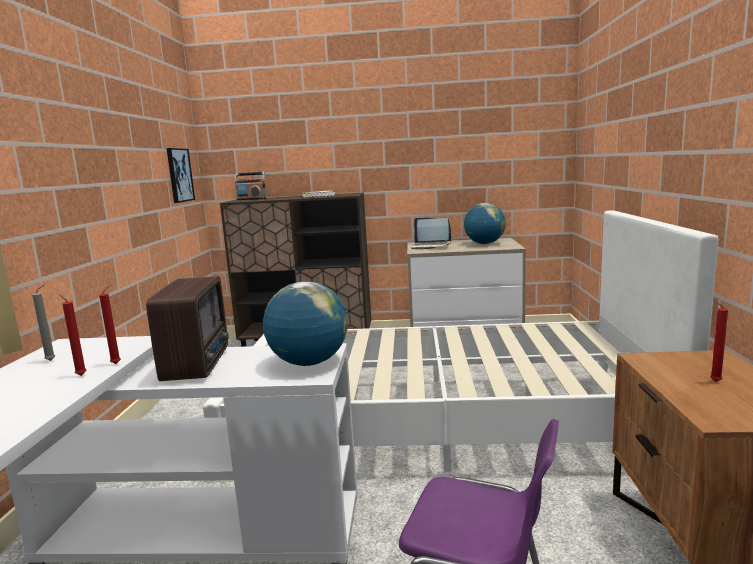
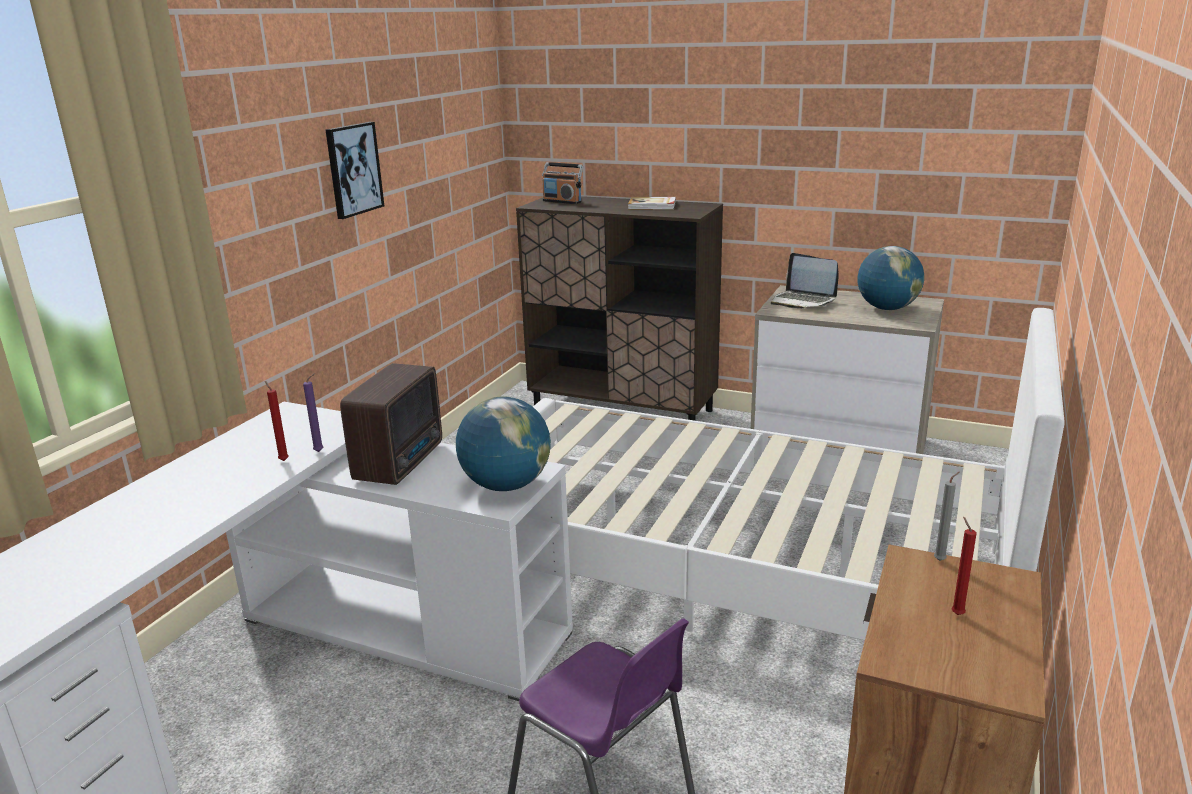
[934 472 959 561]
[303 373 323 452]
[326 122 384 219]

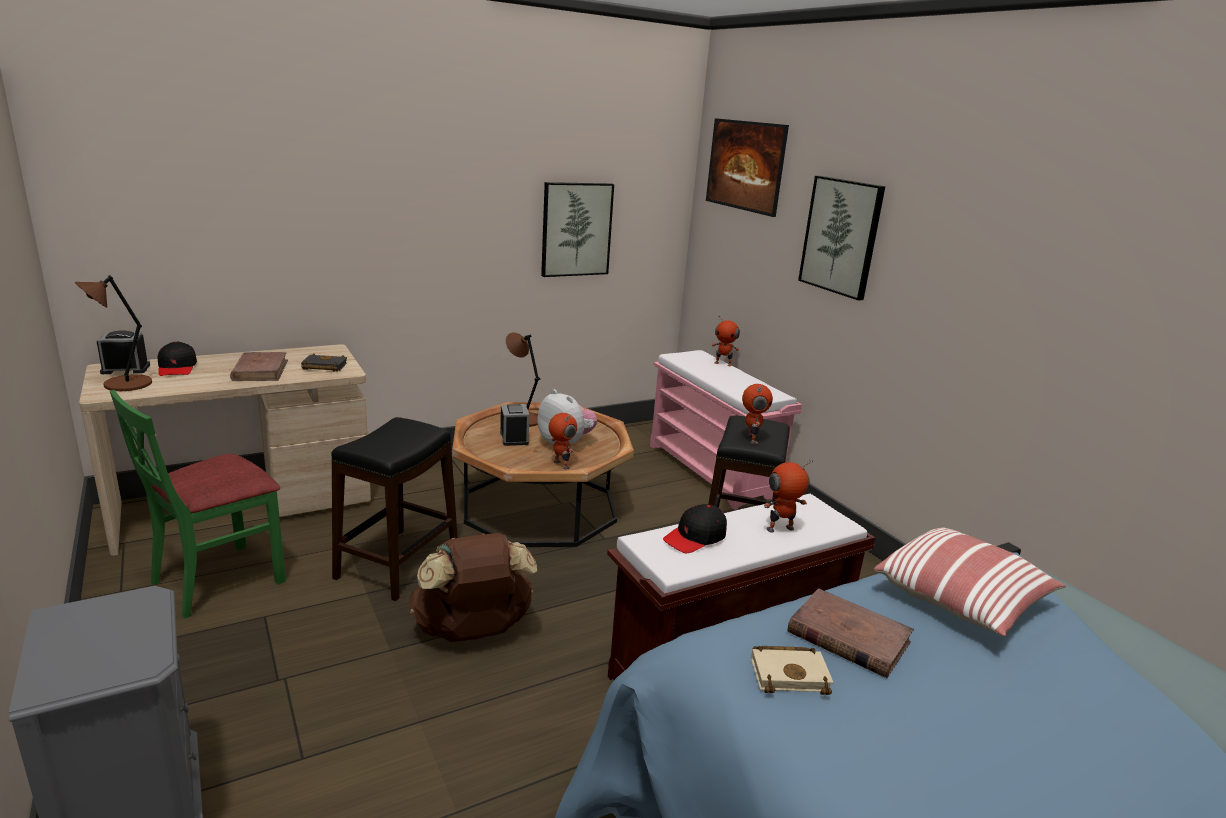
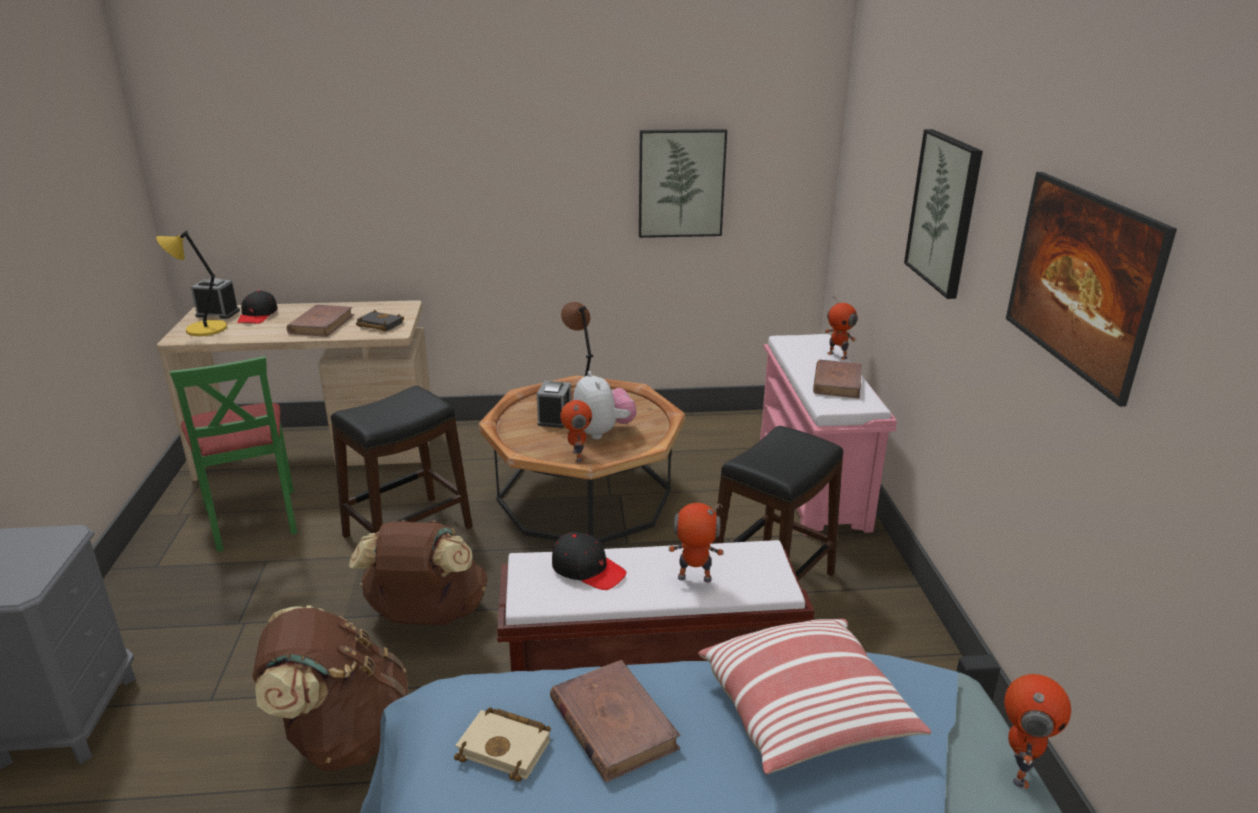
[156 230 227 336]
[170 356 297 552]
[552 532 626 590]
[1006 172 1177 407]
[1004 674 1071 788]
[252 605 408 771]
[813 360 862 399]

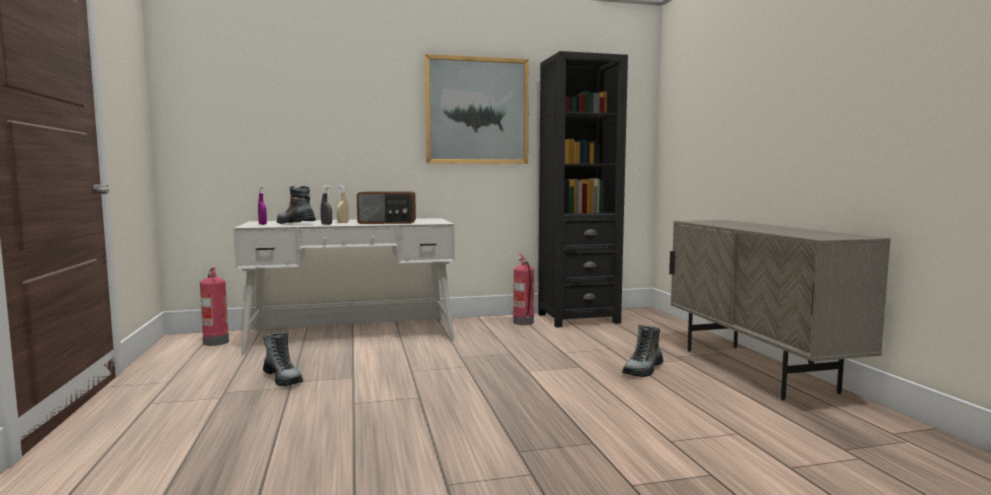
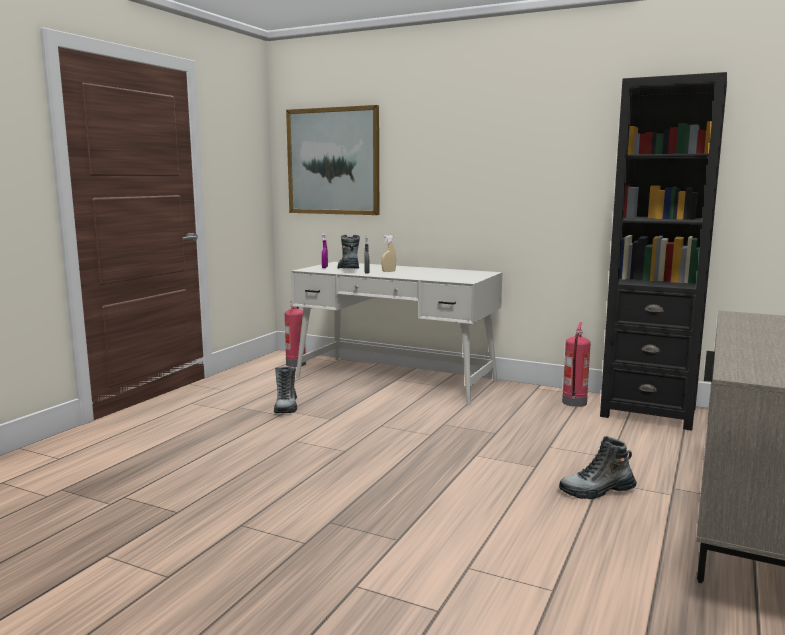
[357 192 416 224] (first image)
[286 105 379 215]

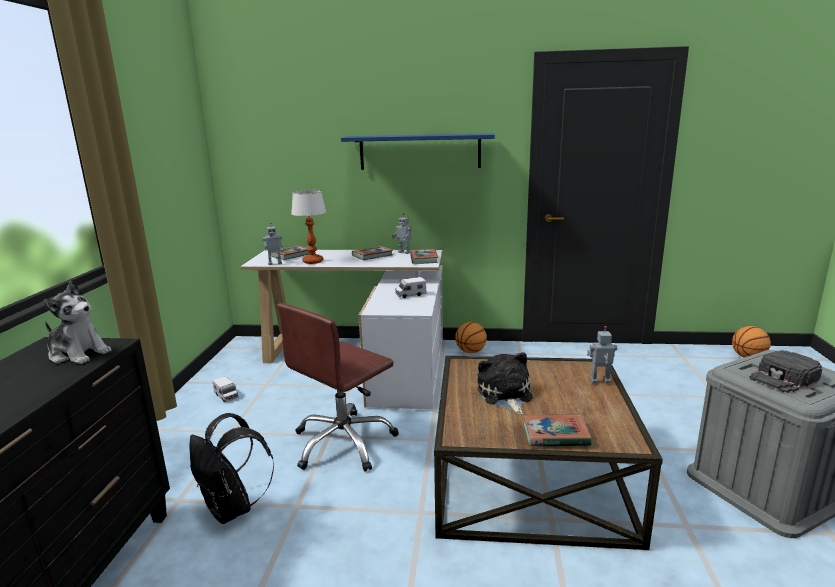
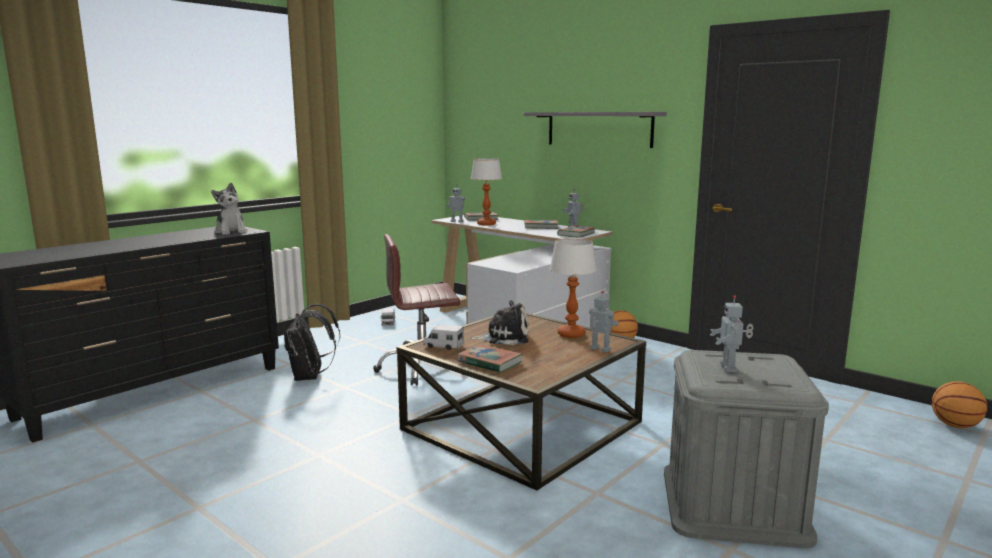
[524 112 667 148]
[423 324 464 350]
[470 300 529 345]
[710 295 753 372]
[550 239 597 338]

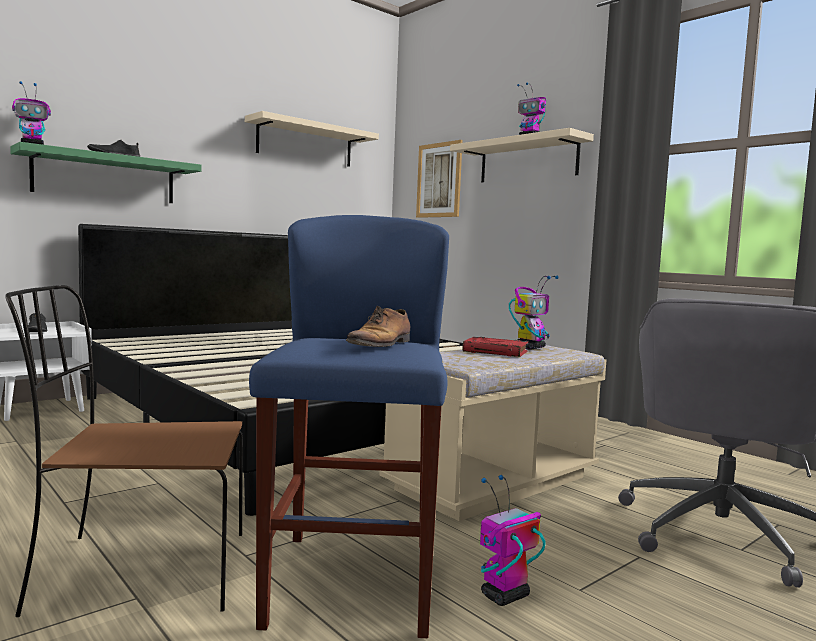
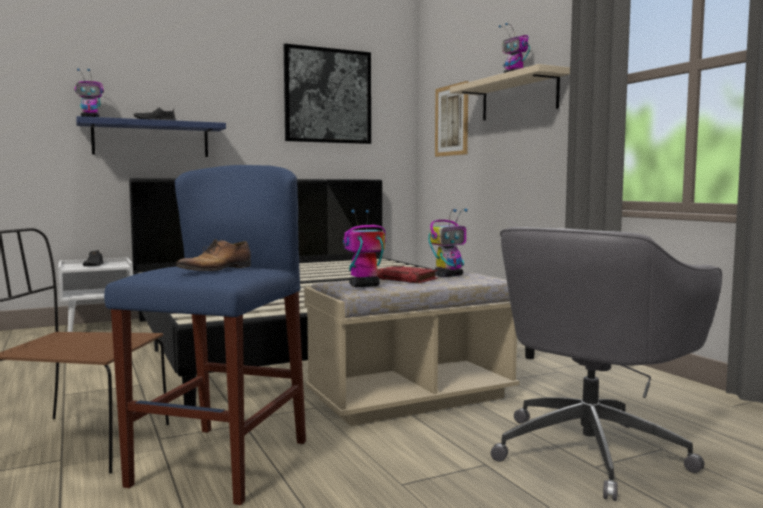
[76 116 226 157]
[284 44 371 144]
[343 210 386 287]

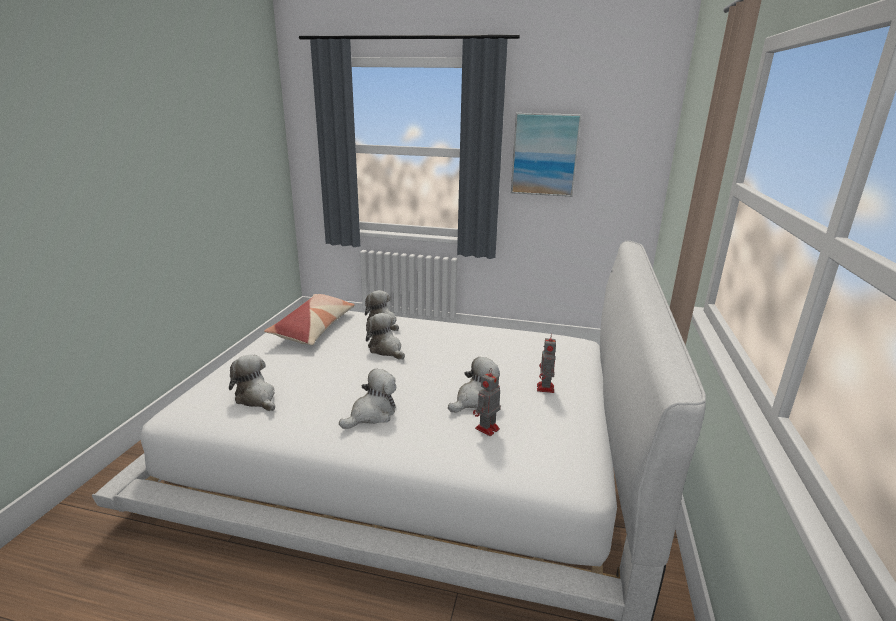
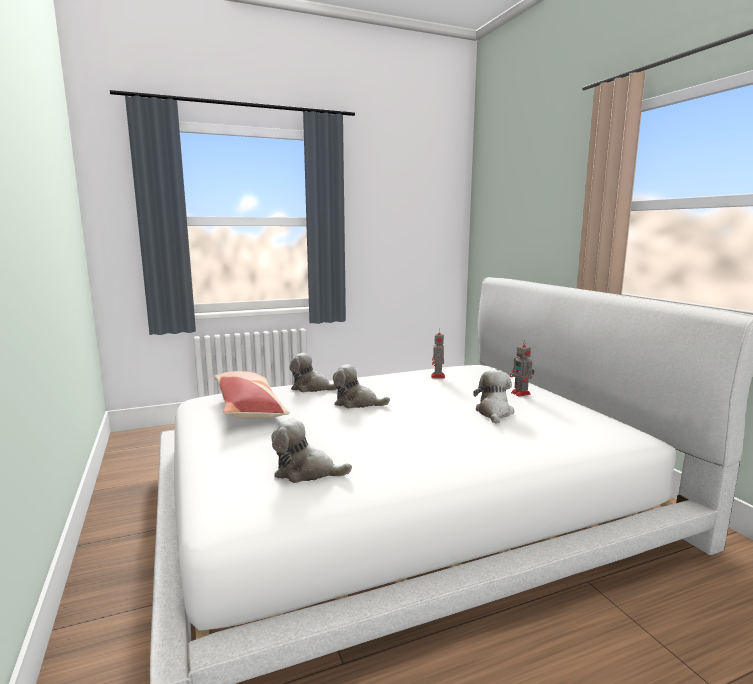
[339 369 396 429] (first image)
[431 328 445 379]
[511 113 582 197] (first image)

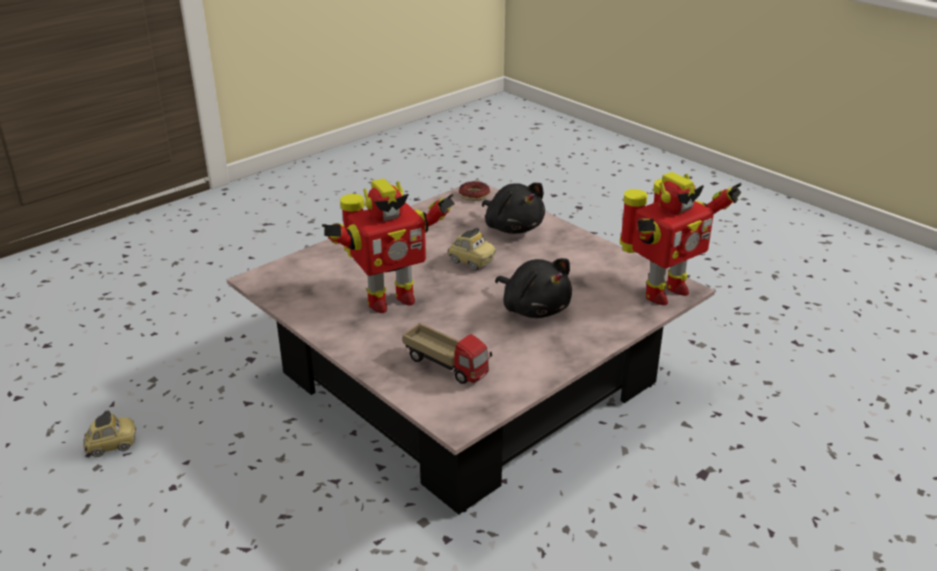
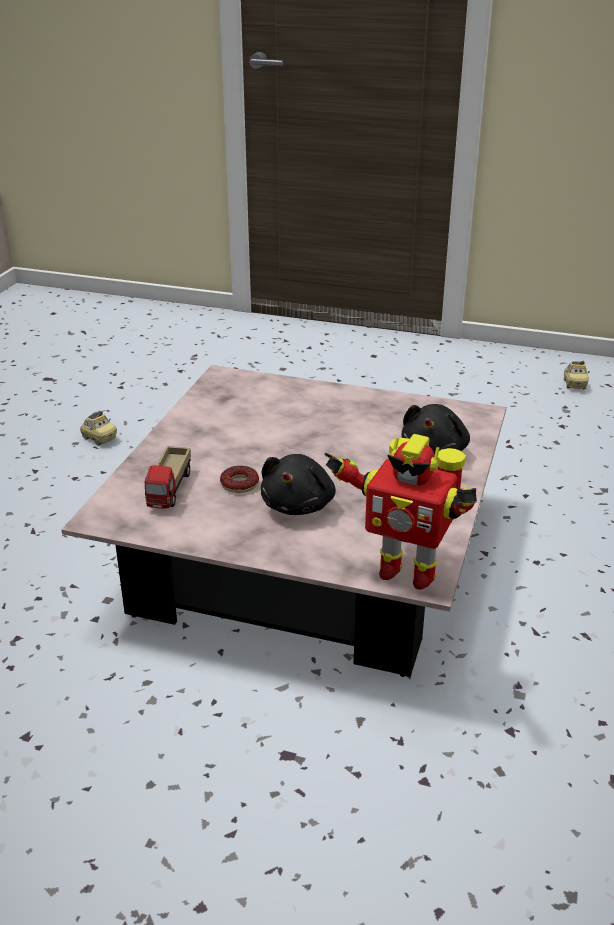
[322 179 455 313] (first image)
[564 361 590 389]
[220 466 259 493]

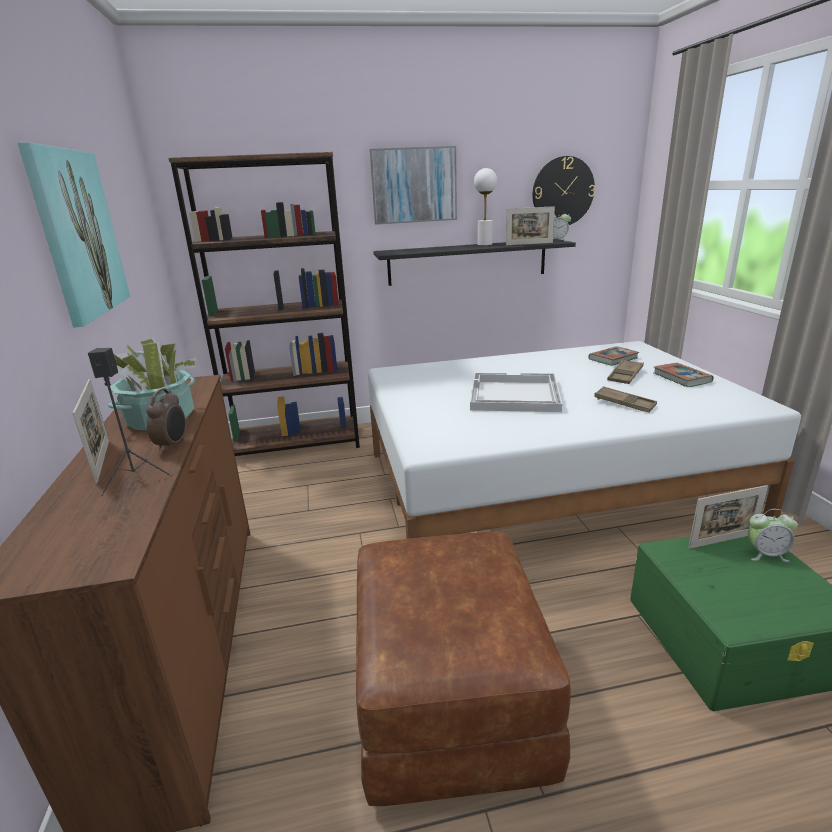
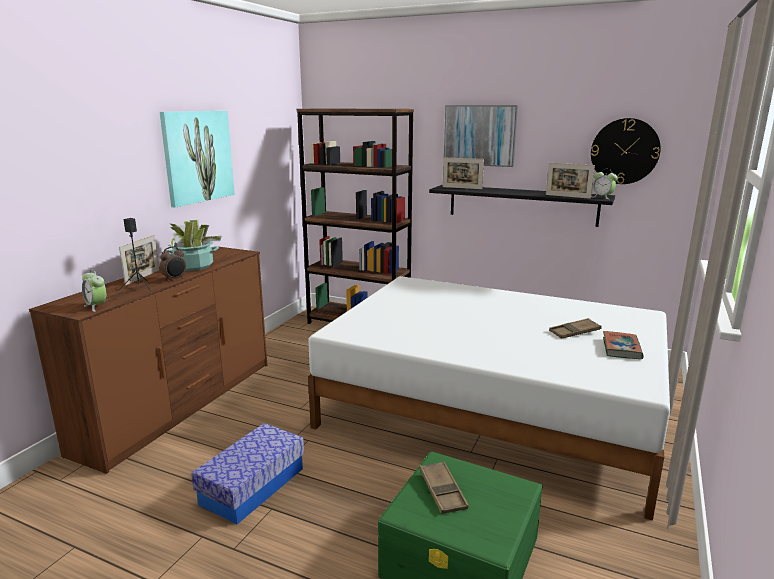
[191 423 304 524]
[470 373 562 412] (first image)
[474 168 497 245] (first image)
[588 346 639 366] (first image)
[419 462 469 514]
[443 158 484 189]
[82 269 106 312]

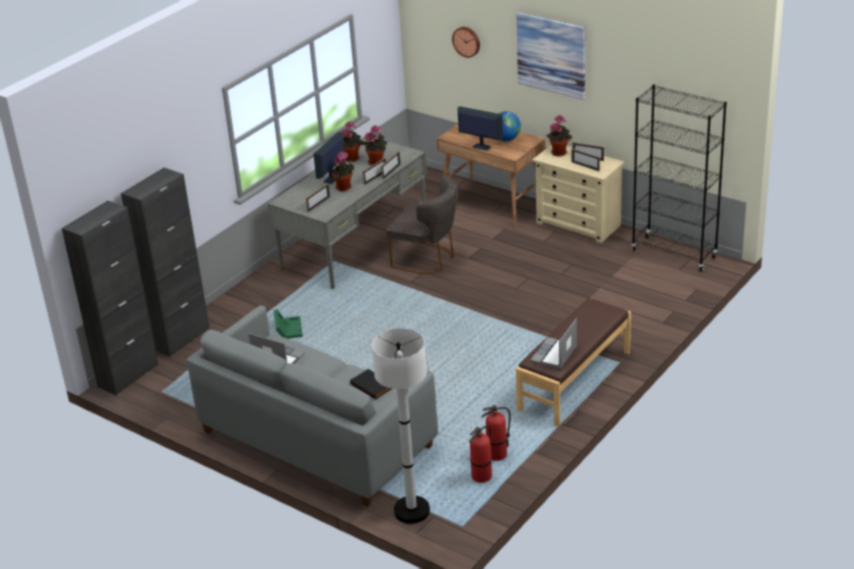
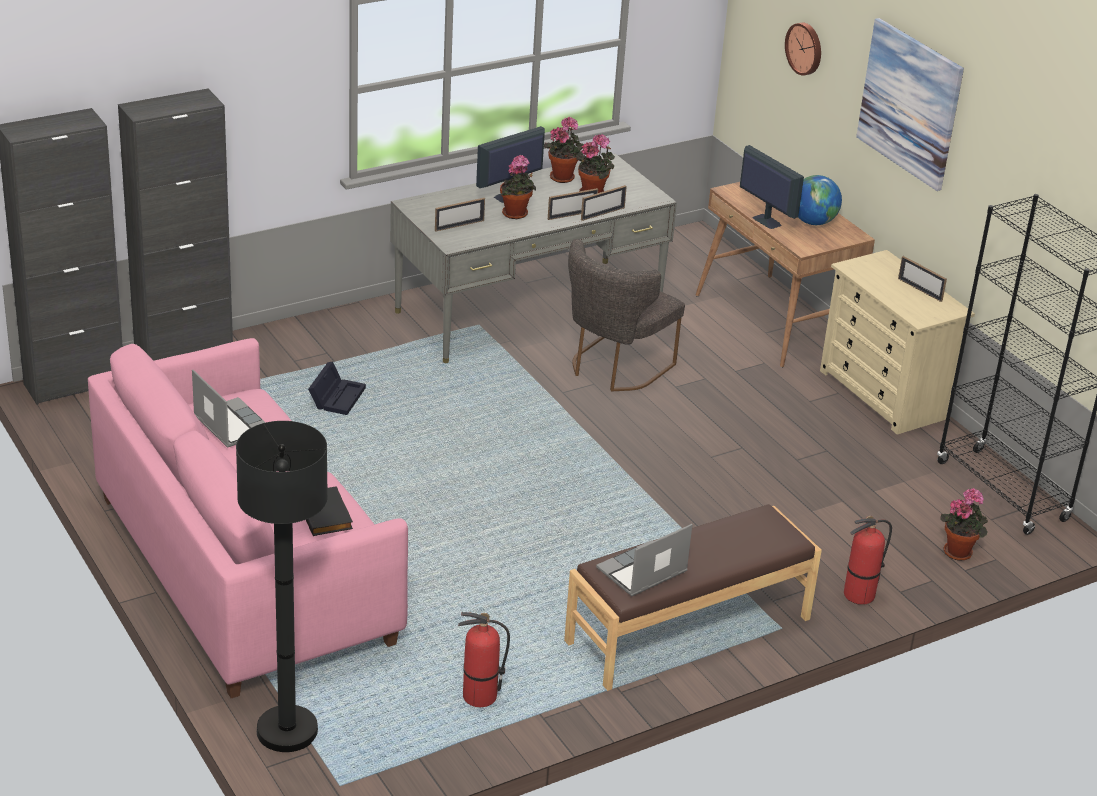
[88 338 408 698]
[308 361 366 415]
[236 421 328 752]
[568 239 685 392]
[844 516 892 605]
[940 488 988 561]
[572 148 600 171] (first image)

